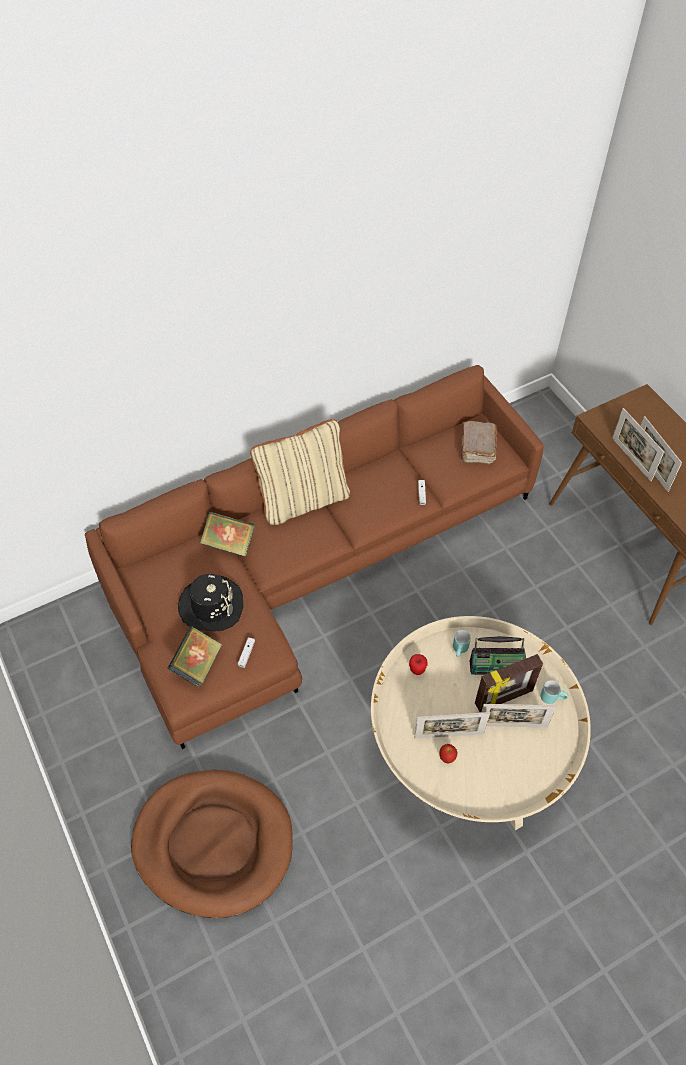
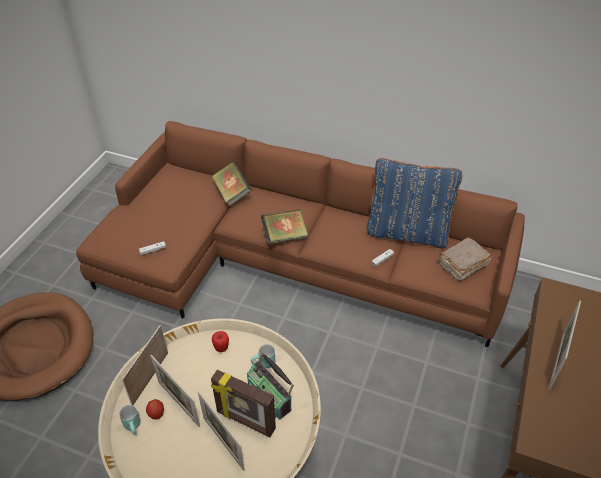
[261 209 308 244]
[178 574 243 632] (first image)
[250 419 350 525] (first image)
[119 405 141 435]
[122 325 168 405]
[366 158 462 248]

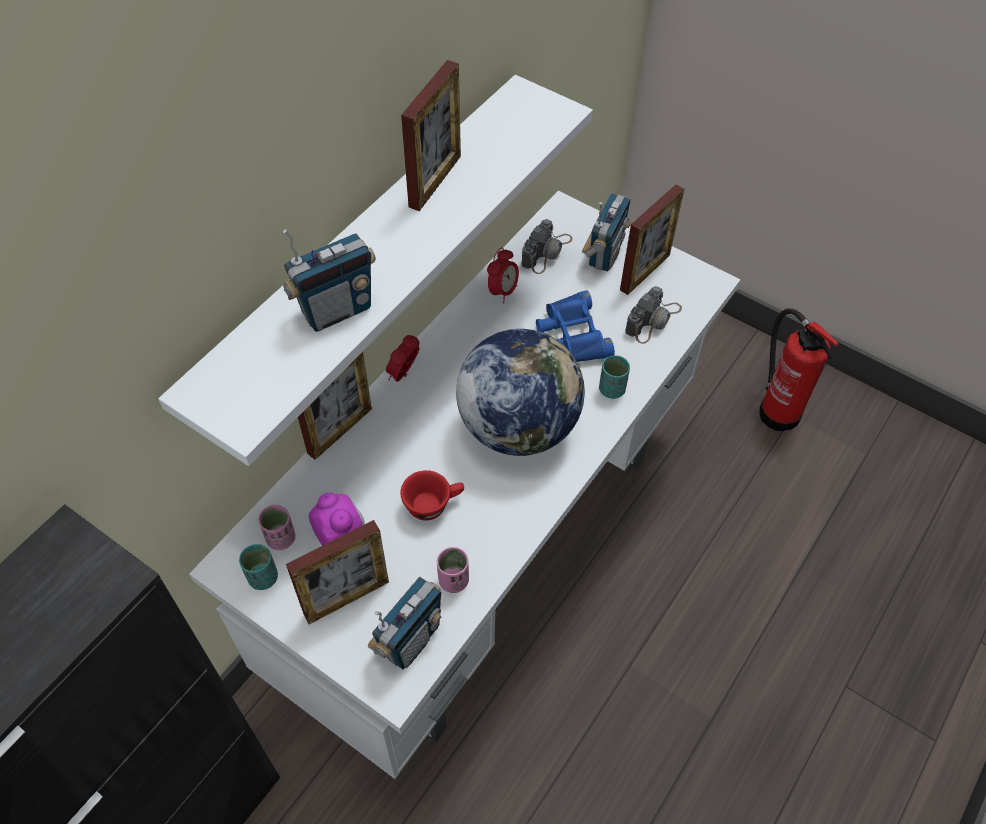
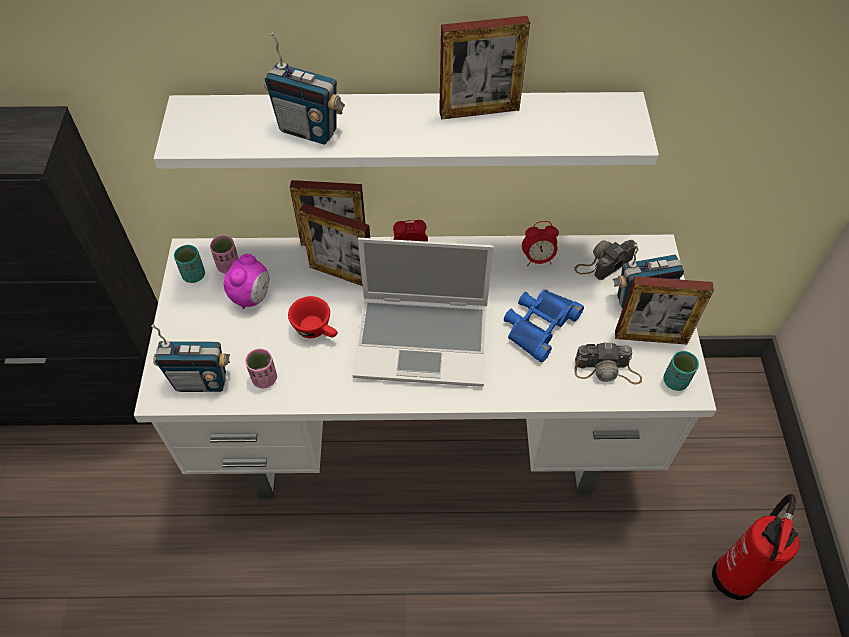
[299 203 370 286]
[353 238 494 387]
[575 240 637 280]
[664 351 699 391]

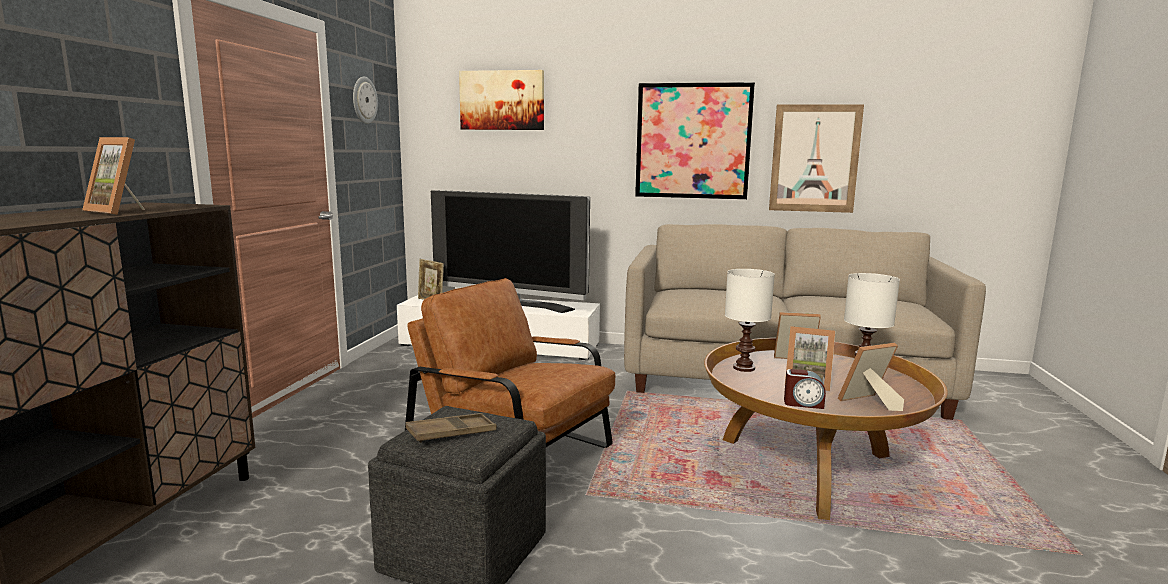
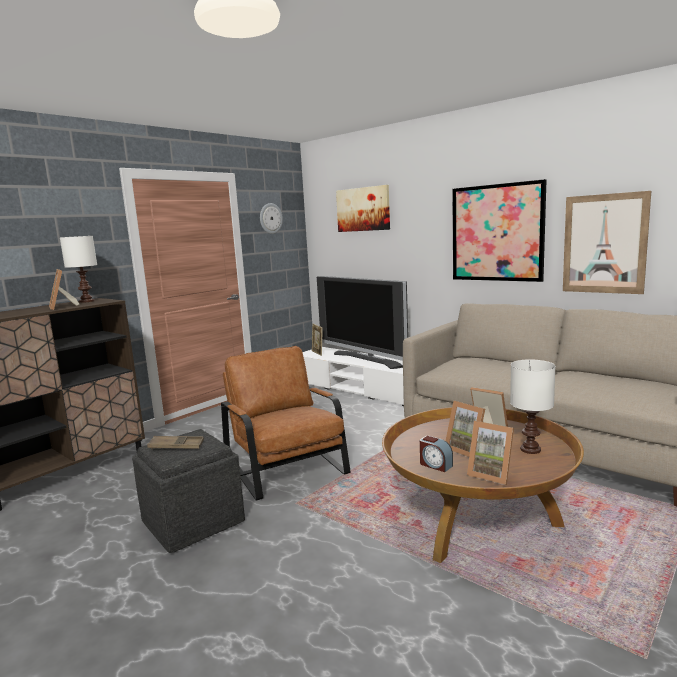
[60 236 97 303]
[467 421 514 485]

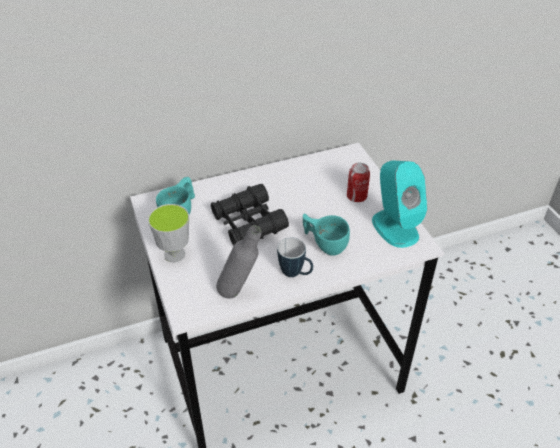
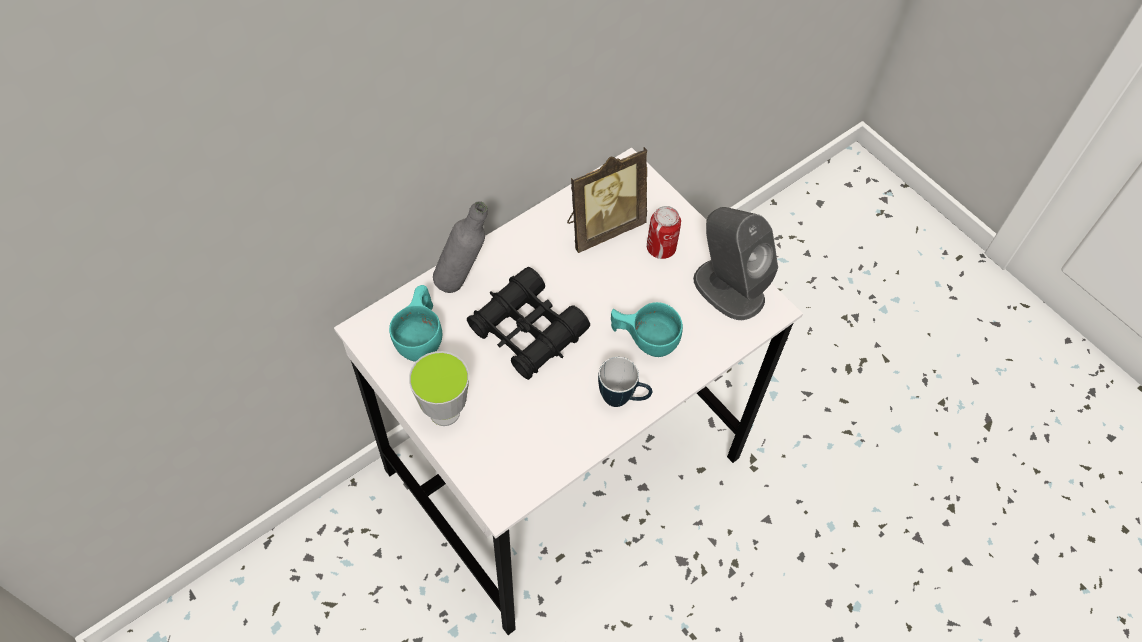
[433 201 488 293]
[693 207 778 320]
[567 147 647 253]

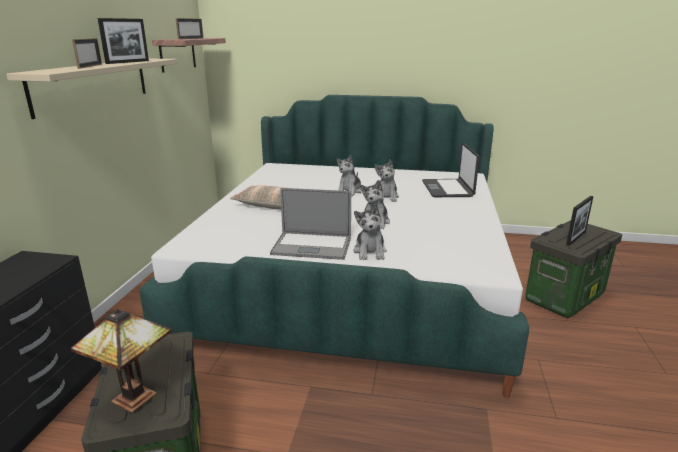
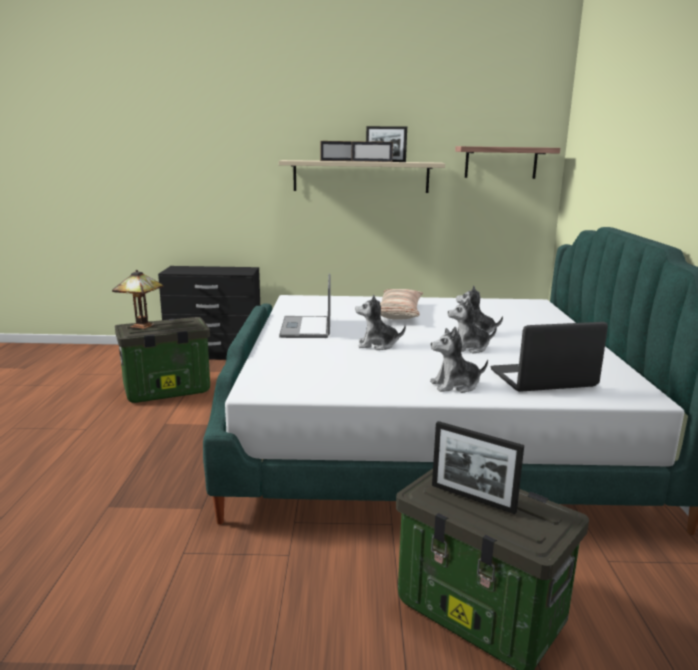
[351 141 393 162]
[430 327 488 393]

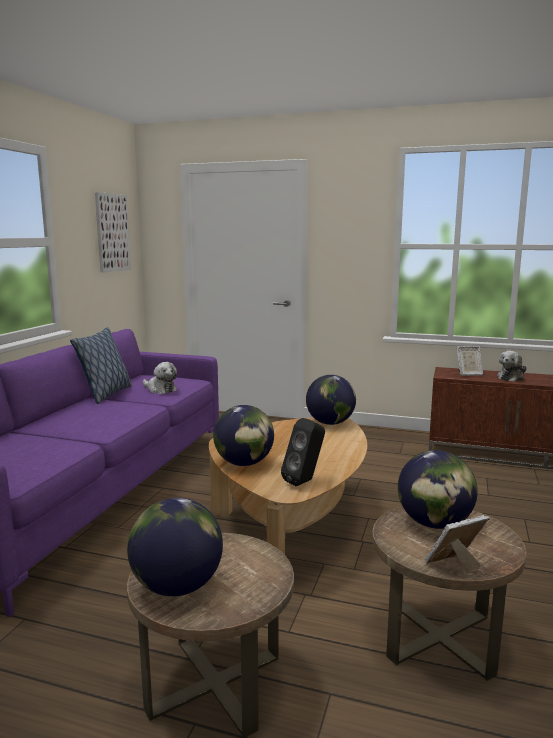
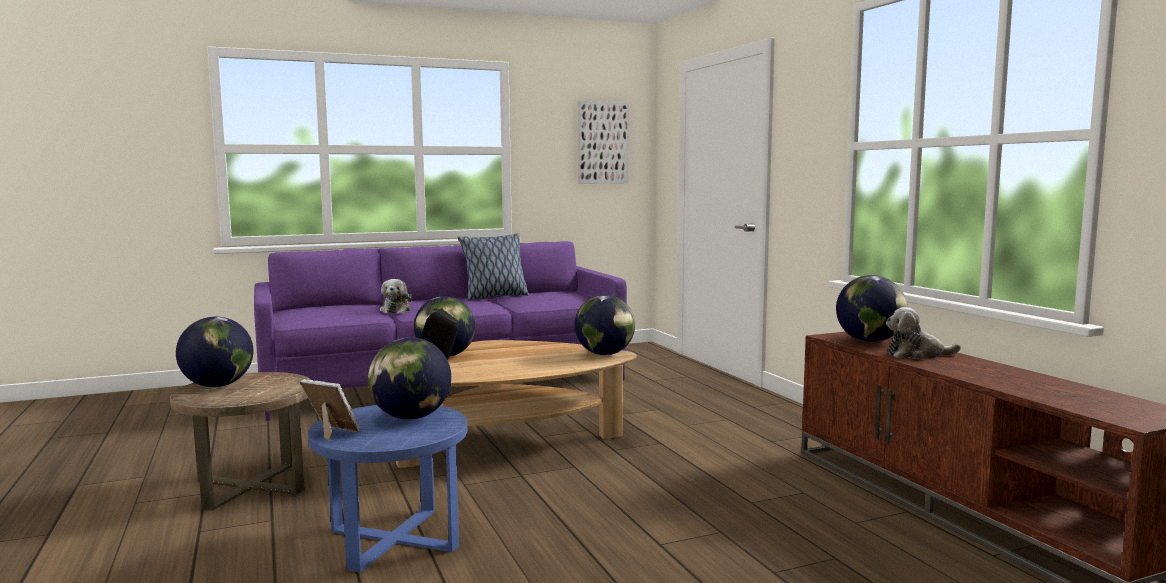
[380 279 412 314]
[308 405 467 573]
[836 275 907 342]

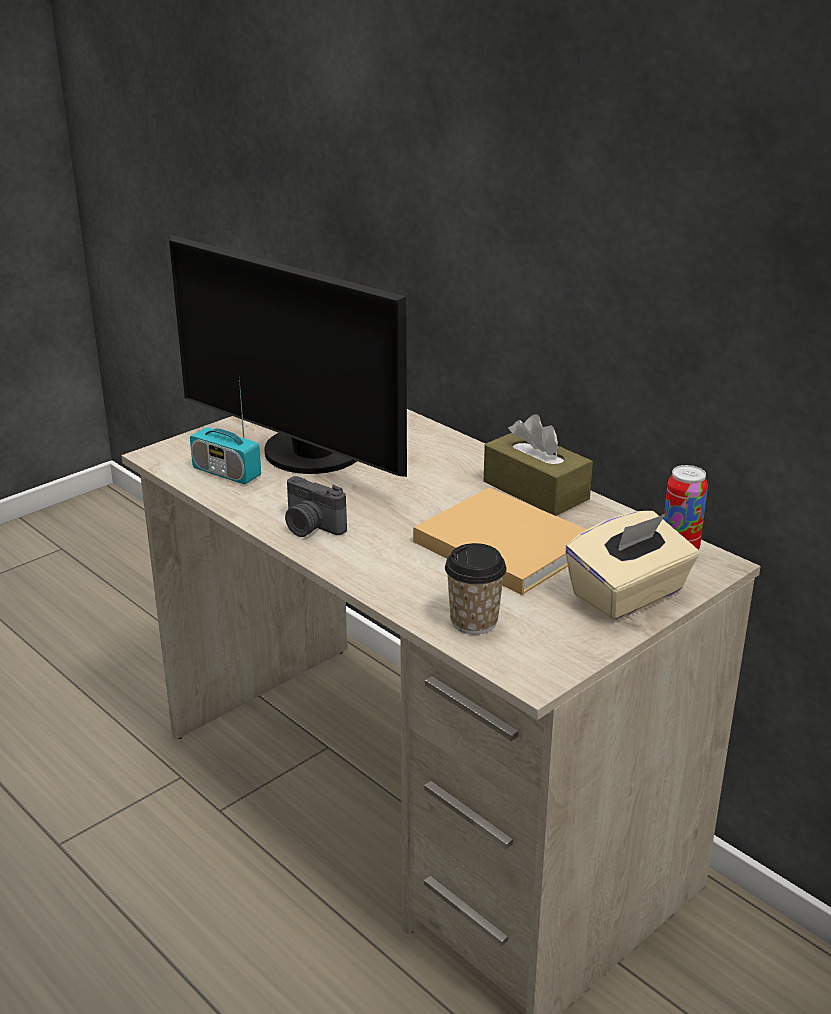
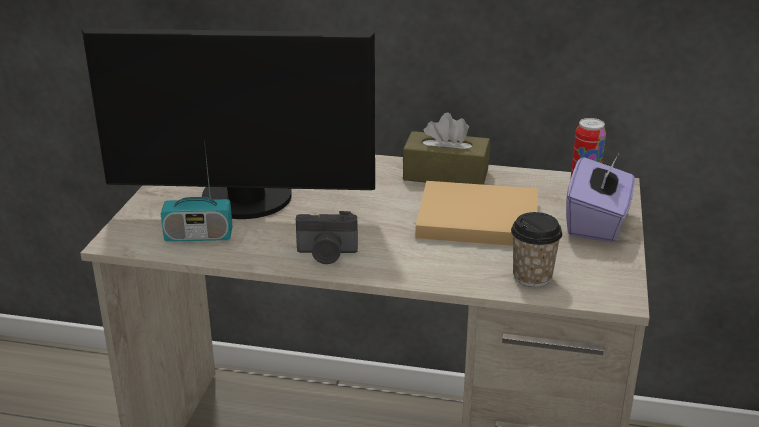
[566 155 635 243]

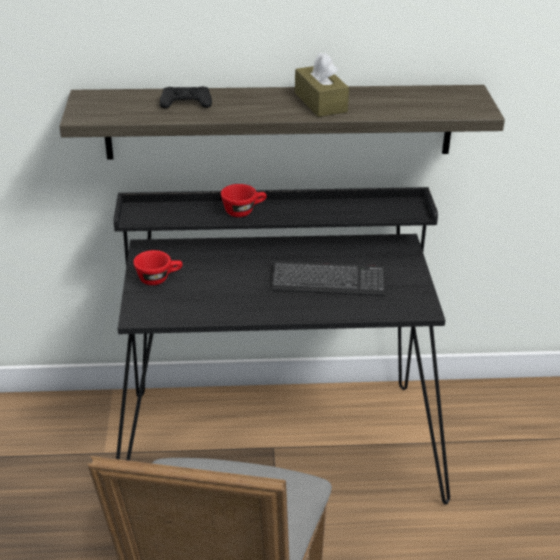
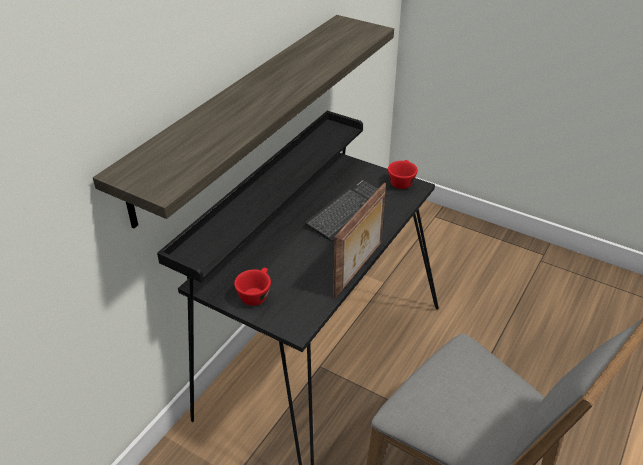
[160 86 212 108] (first image)
[388 160 418 189]
[295 52 349 117] (first image)
[333 183 386 298]

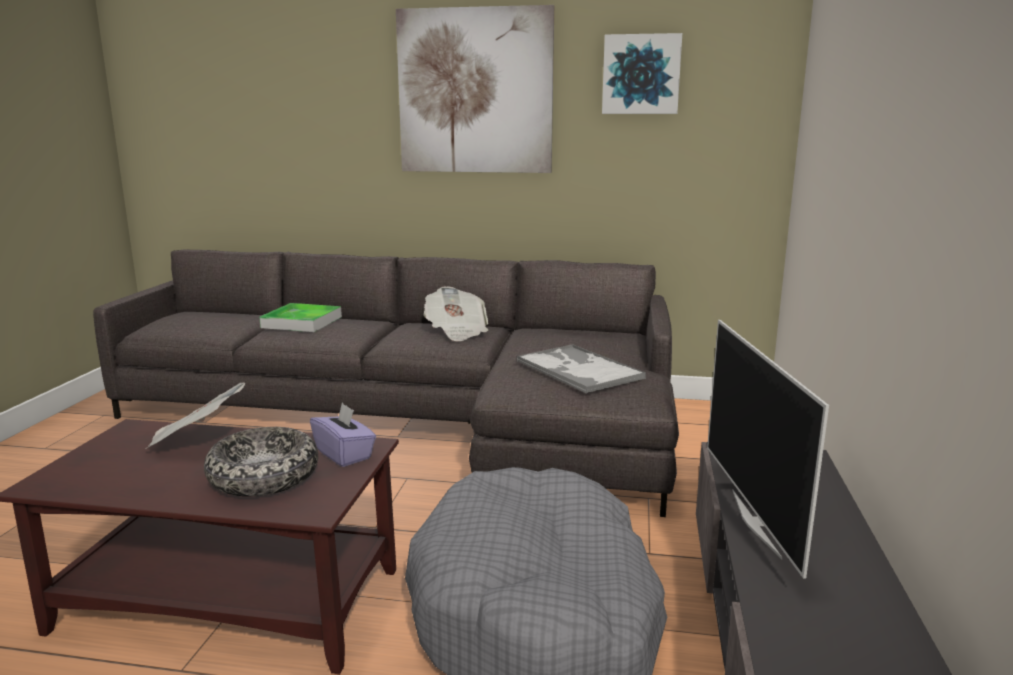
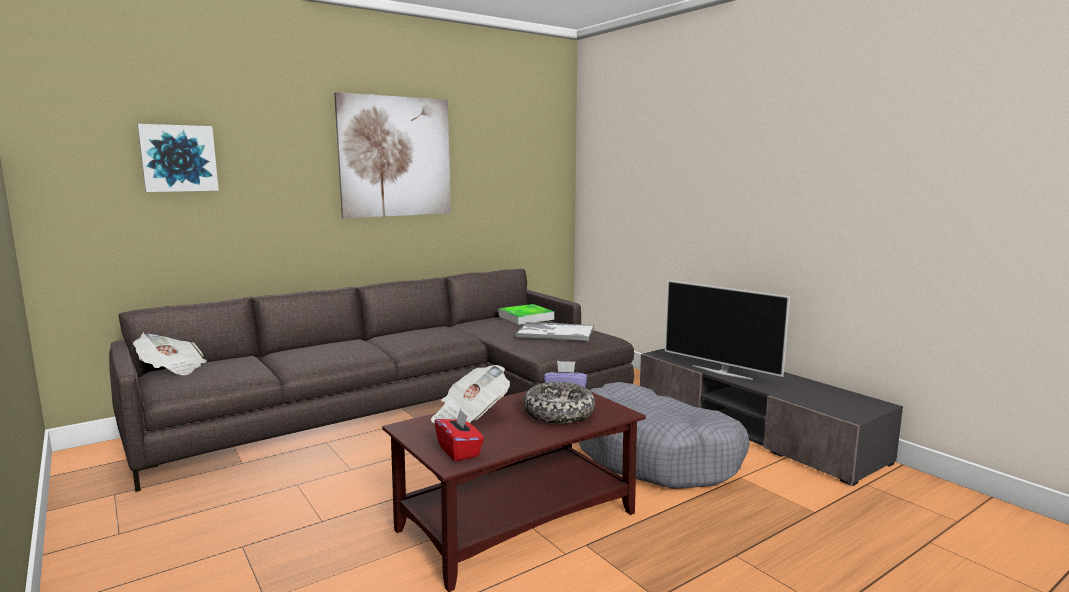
[499 304 554 325]
[133 333 207 375]
[137 124 219 192]
[434 408 484 462]

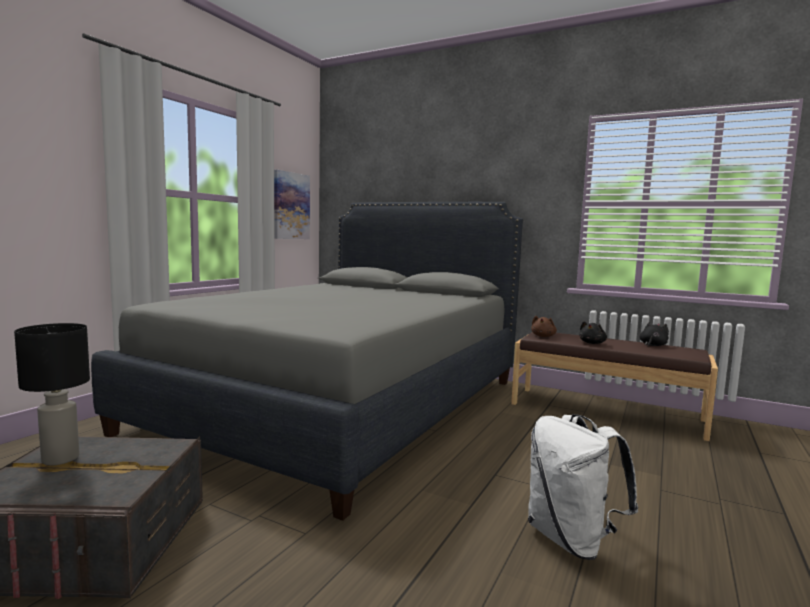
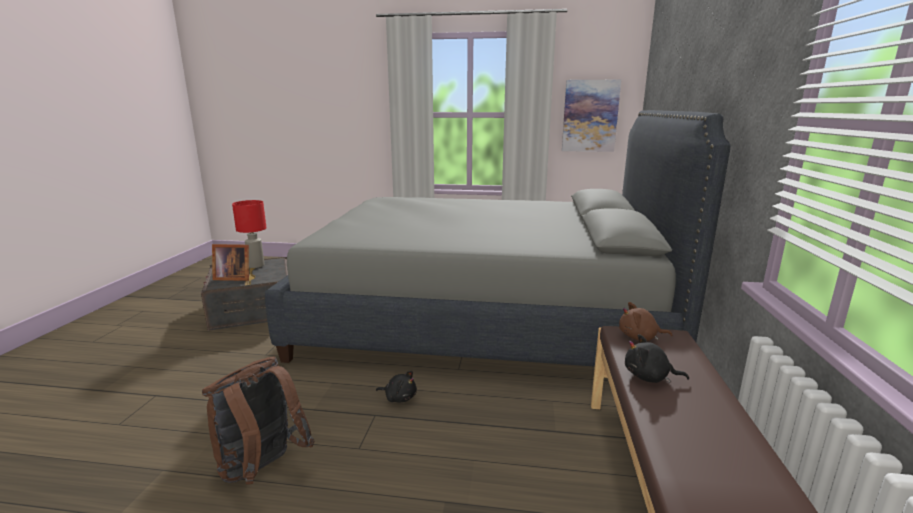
[232 200 267 268]
[202 356 315 484]
[376 371 417 402]
[212 244 249 281]

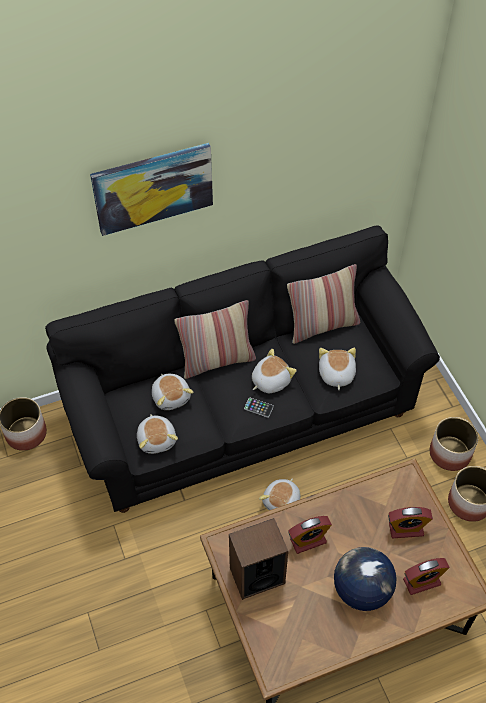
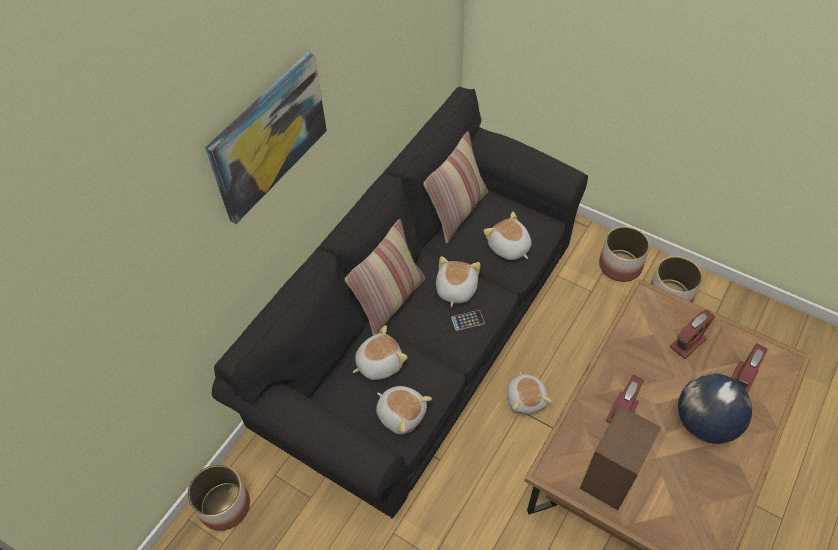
[353 325 408 380]

